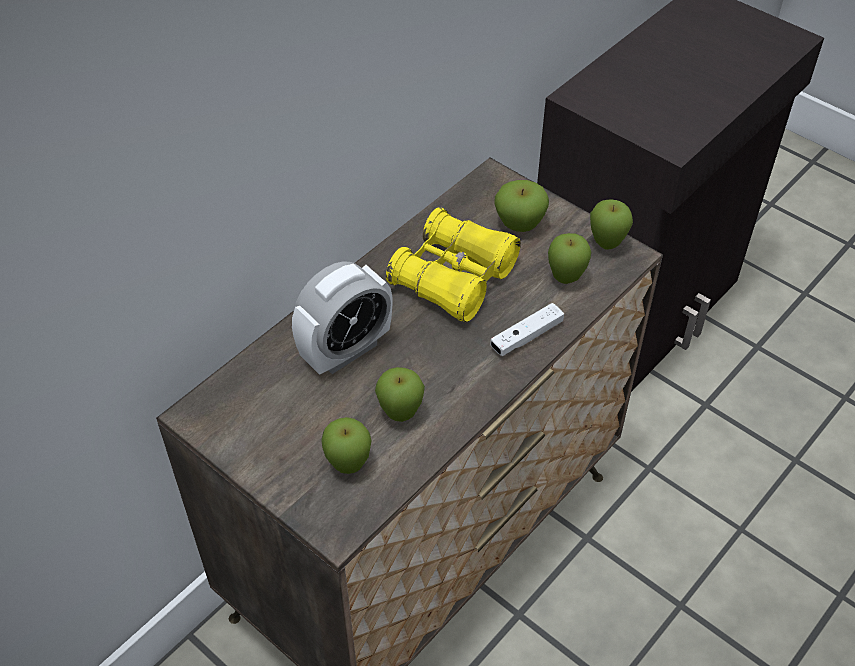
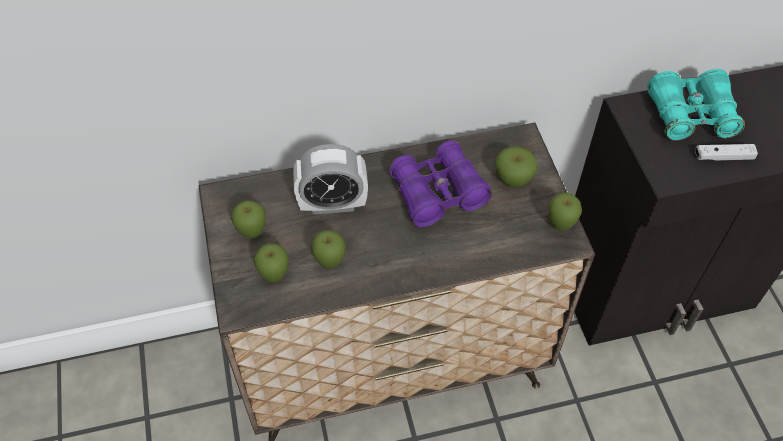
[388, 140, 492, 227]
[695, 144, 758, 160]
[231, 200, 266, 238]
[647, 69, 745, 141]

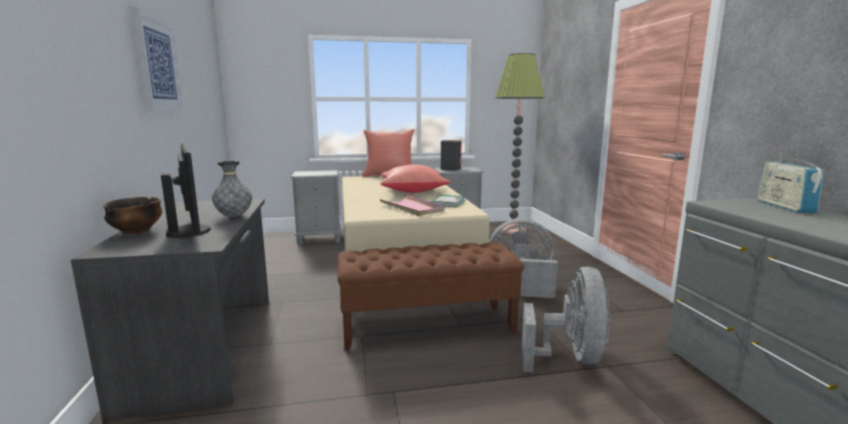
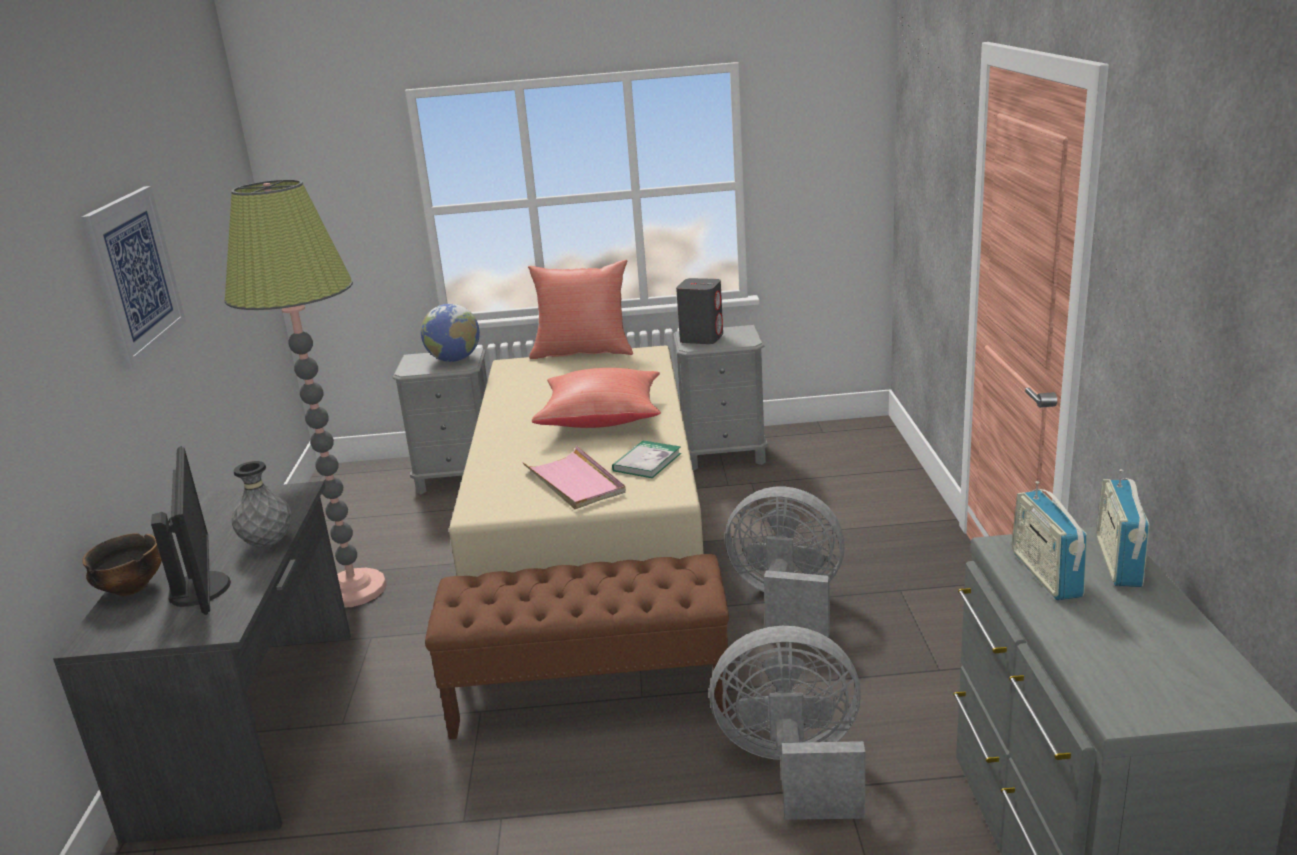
[224, 179, 387, 607]
[709, 626, 865, 820]
[421, 304, 480, 362]
[1012, 481, 1087, 600]

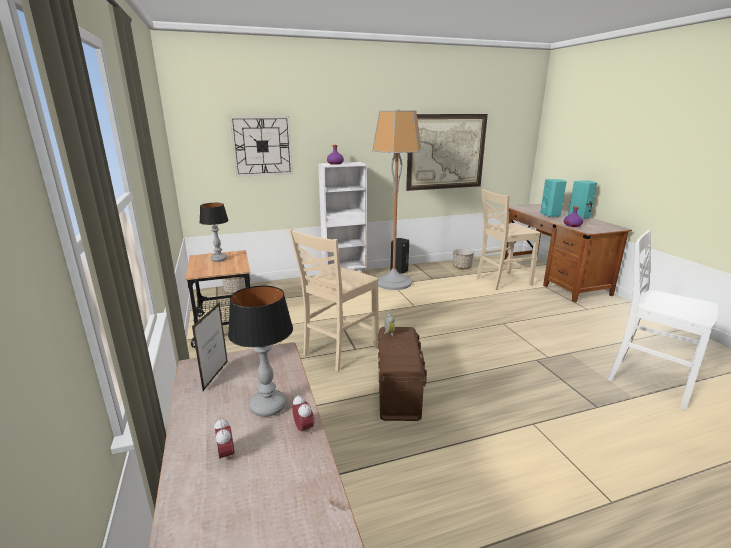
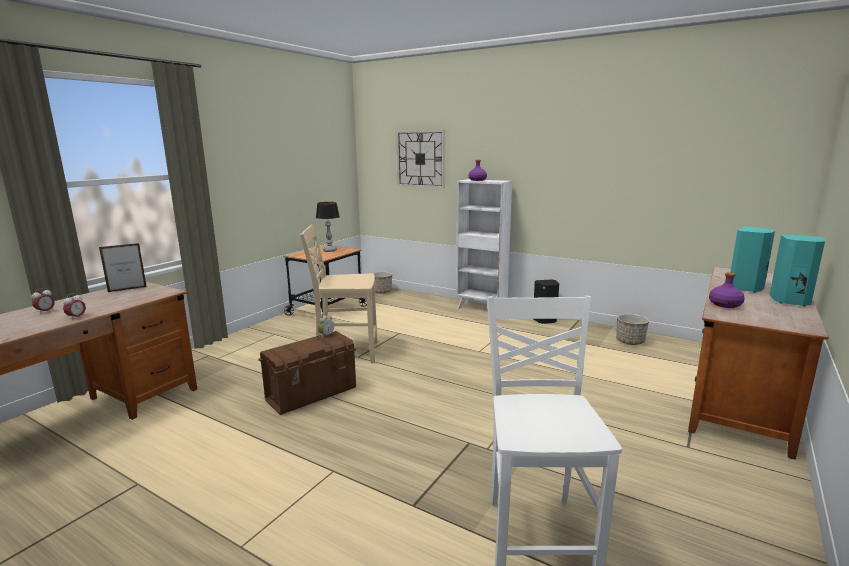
[228, 285, 293, 417] (first image)
[372, 110, 421, 290] (first image)
[406, 114, 488, 191] (first image)
[477, 189, 540, 290] (first image)

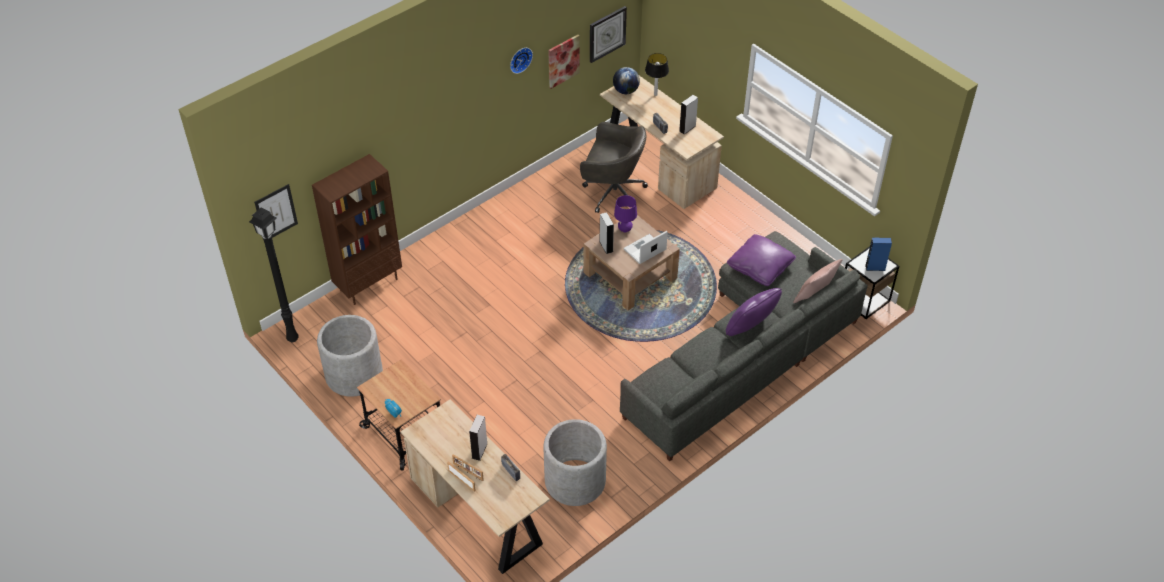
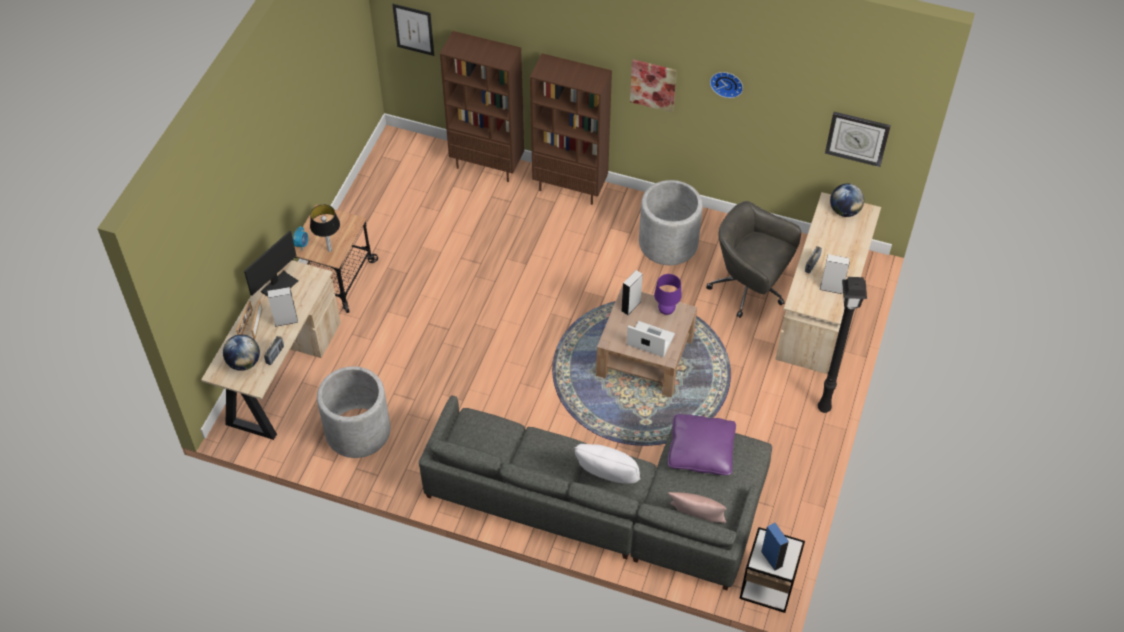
[818, 277, 867, 413]
[639, 180, 703, 265]
[630, 59, 677, 113]
[706, 201, 801, 318]
[310, 205, 340, 252]
[574, 444, 640, 484]
[223, 334, 260, 371]
[244, 231, 299, 297]
[530, 53, 612, 205]

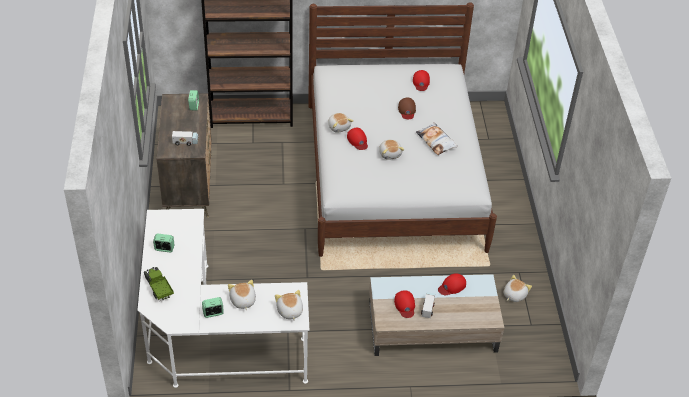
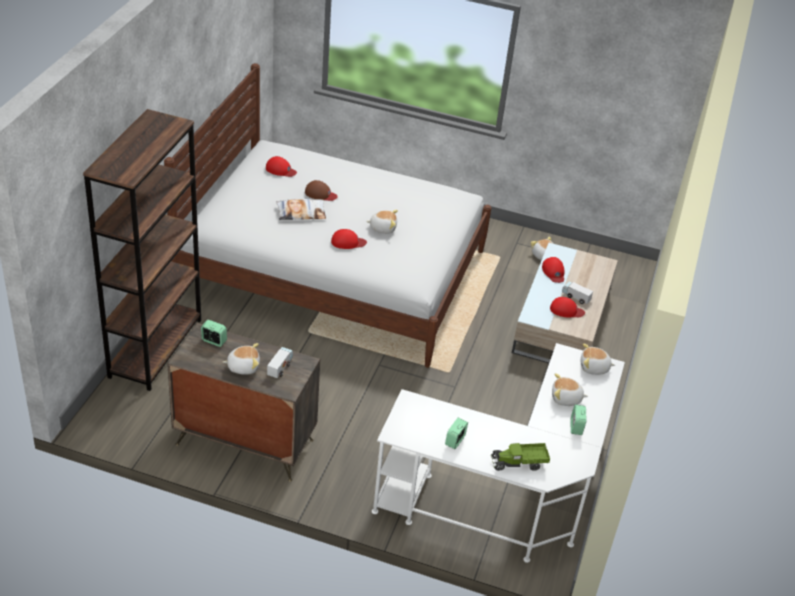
[223, 343, 260, 375]
[276, 199, 326, 220]

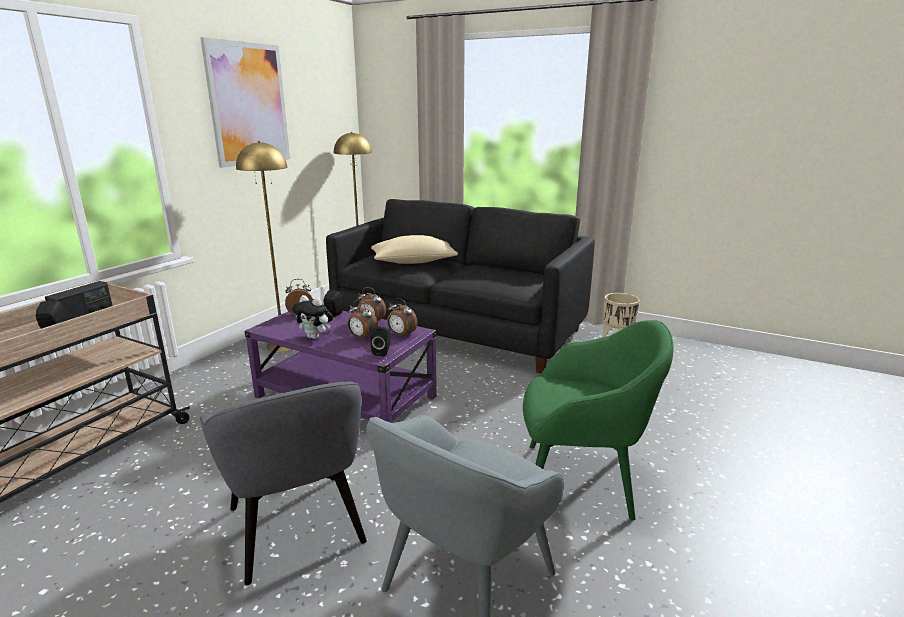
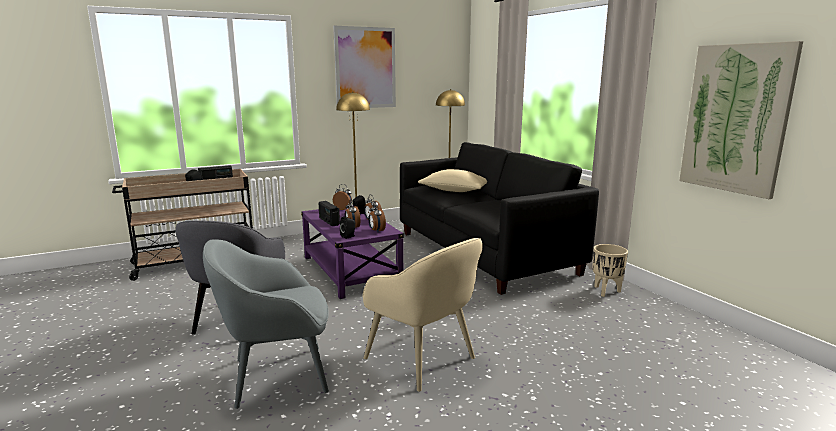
[319, 201, 340, 226]
[362, 238, 483, 392]
[679, 41, 803, 199]

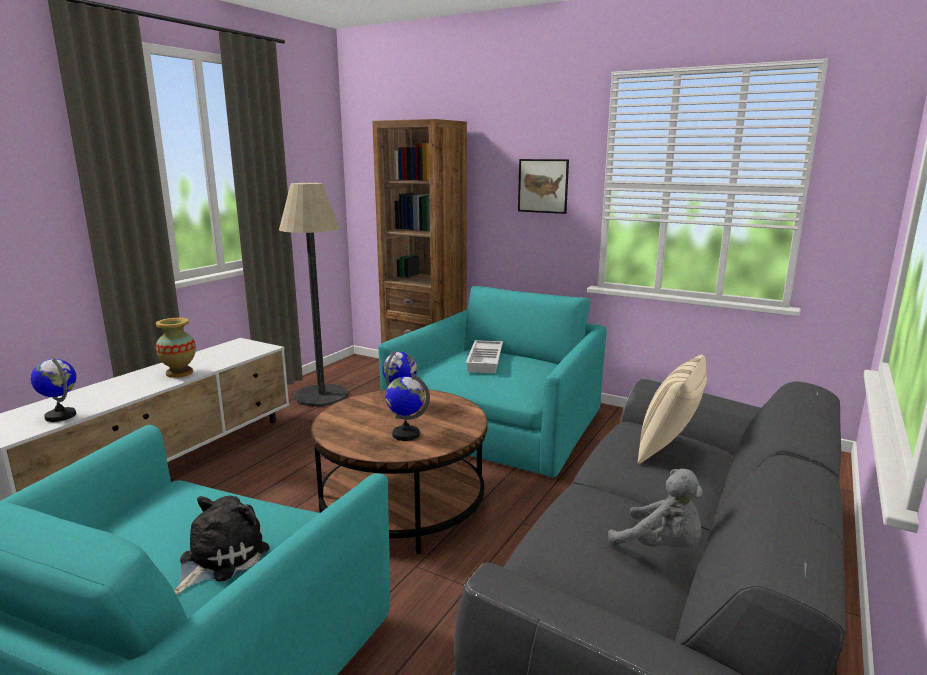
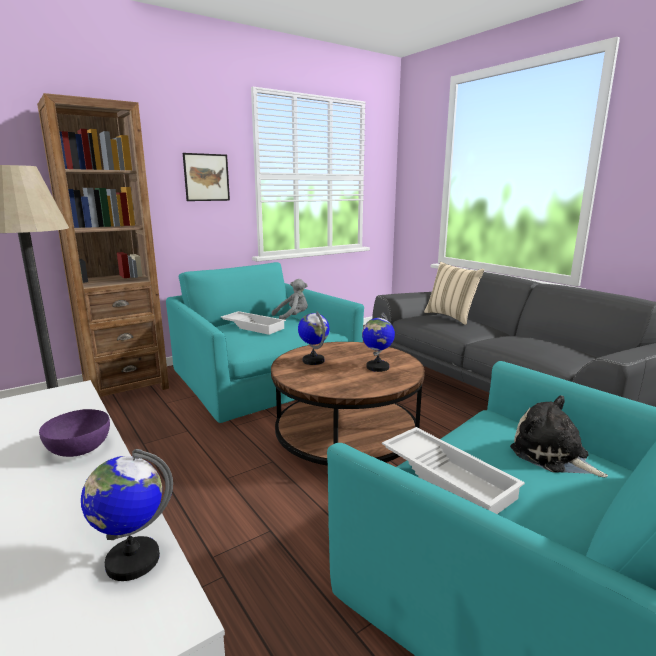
[39, 409, 110, 457]
[272, 279, 308, 320]
[382, 427, 525, 514]

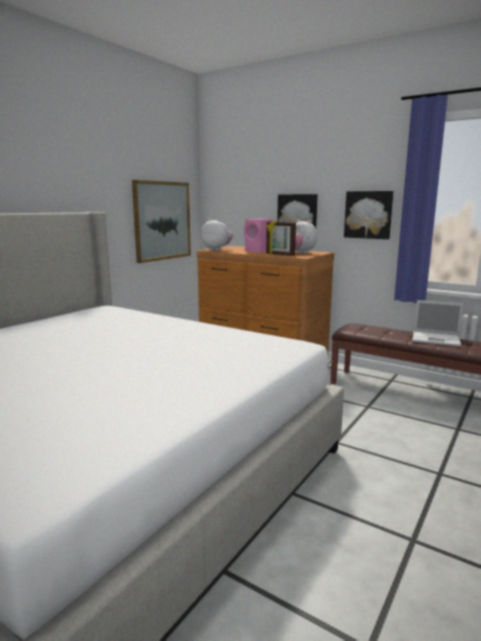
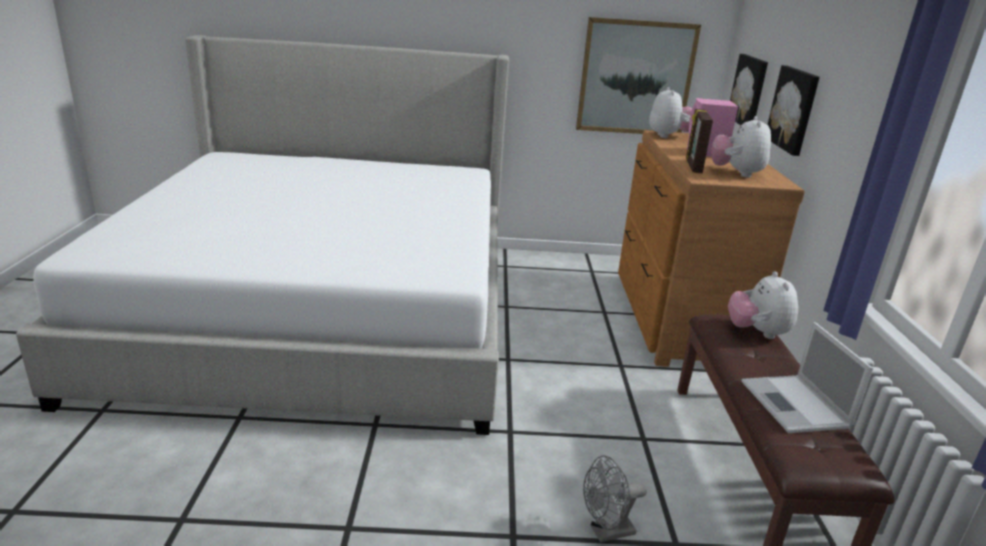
[730, 54, 768, 125]
[583, 455, 647, 542]
[728, 271, 798, 339]

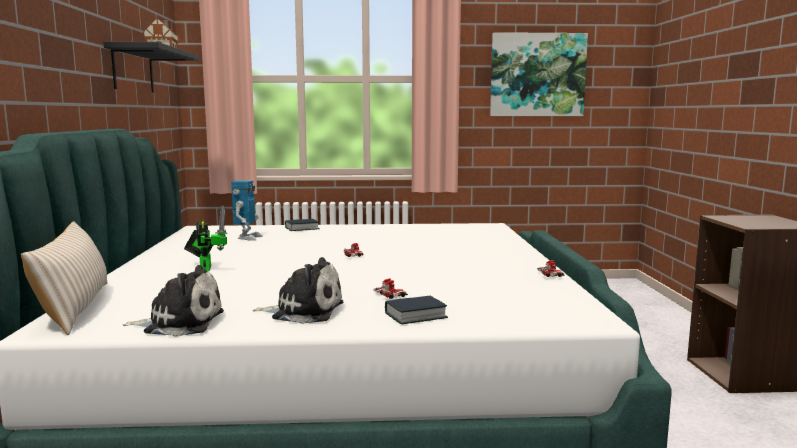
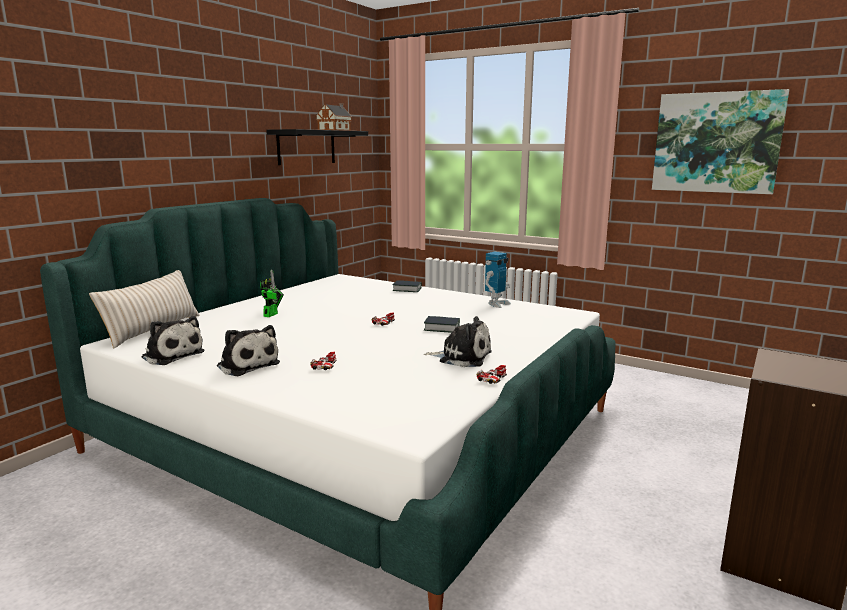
[485, 251, 511, 308]
[424, 316, 460, 333]
[424, 316, 492, 367]

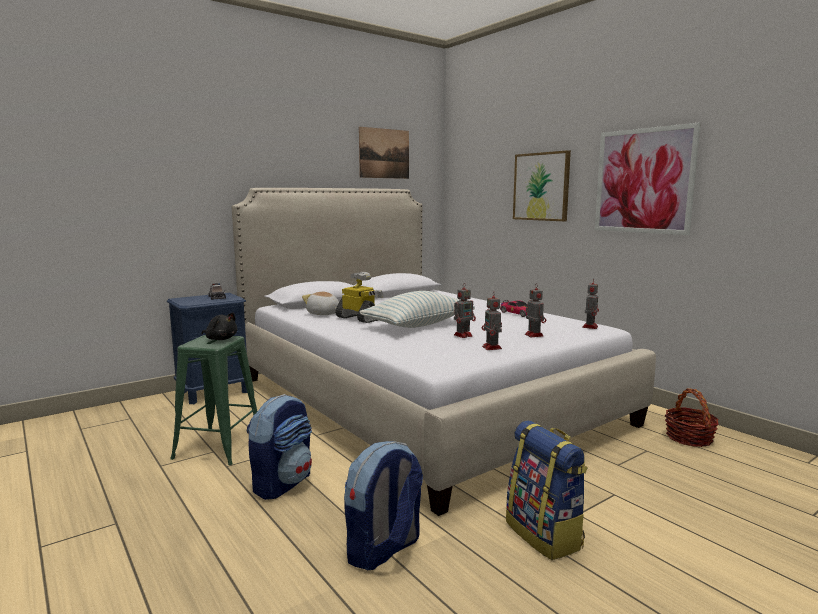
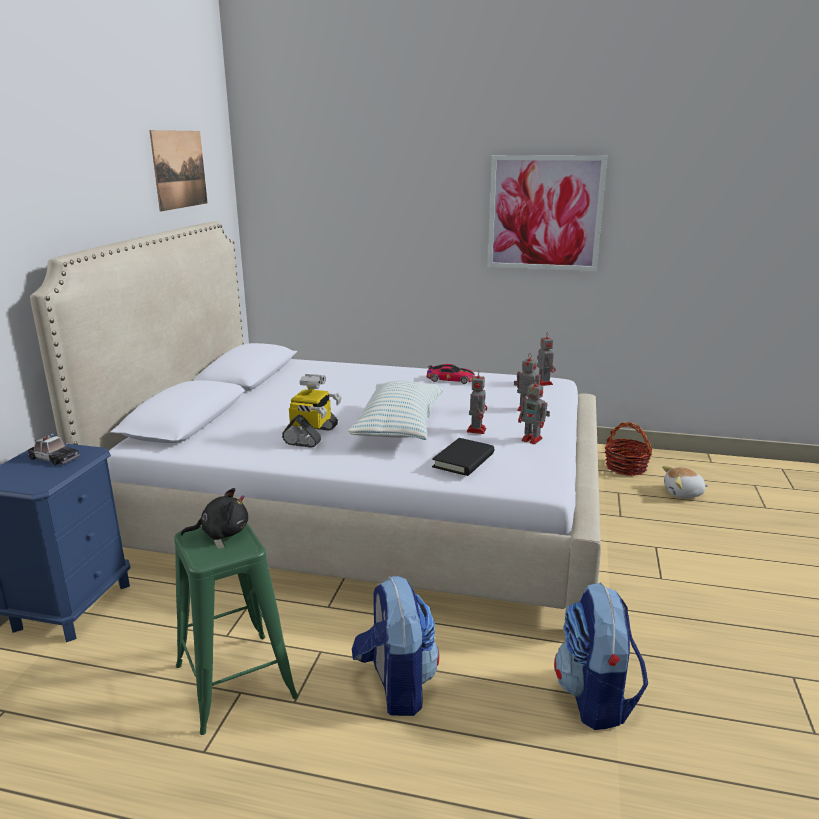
[662, 466, 709, 498]
[282, 374, 342, 448]
[506, 420, 588, 560] (first image)
[513, 150, 571, 221] (first image)
[432, 438, 494, 476]

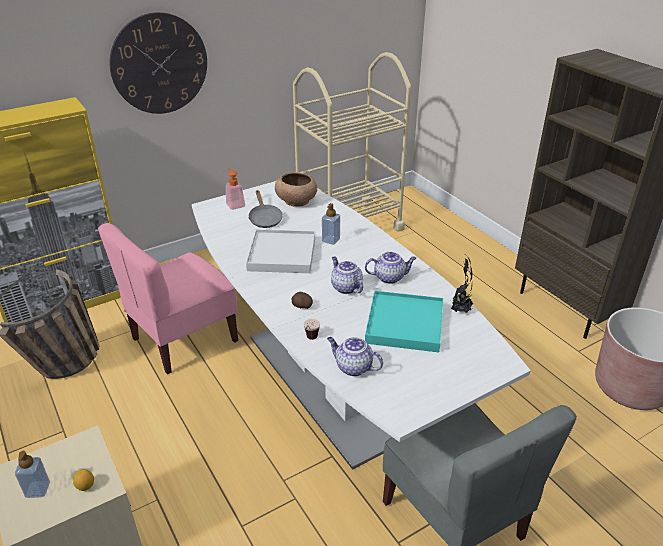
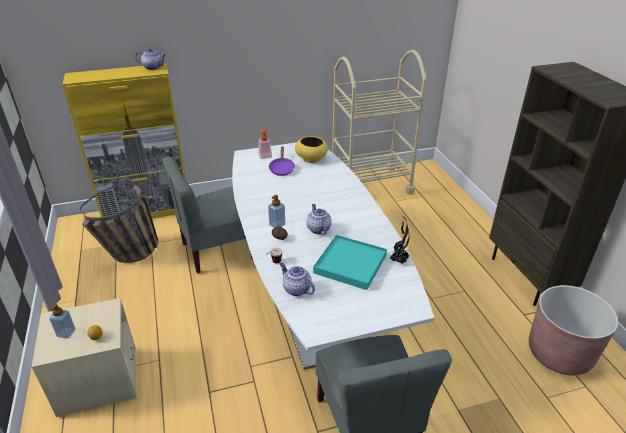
[162, 157, 253, 273]
[110, 12, 207, 114] (first image)
[246, 229, 315, 273] (first image)
[268, 146, 295, 176]
[295, 136, 328, 163]
[268, 195, 285, 228]
[135, 48, 166, 70]

